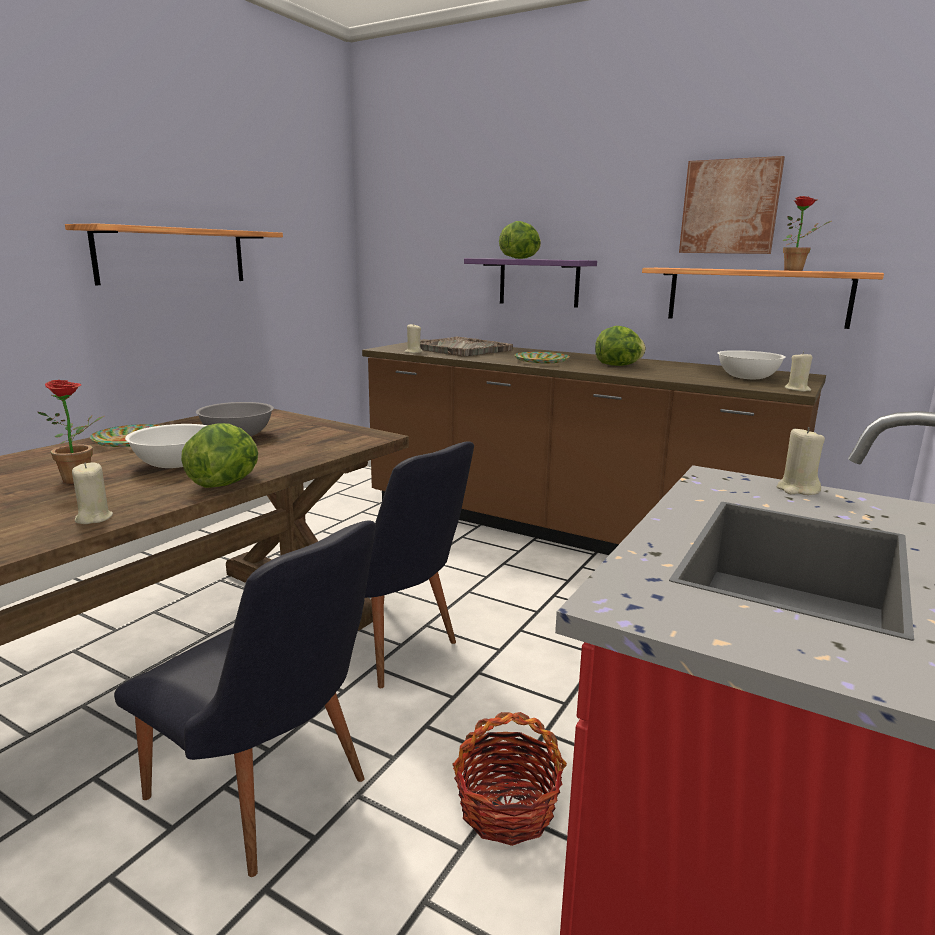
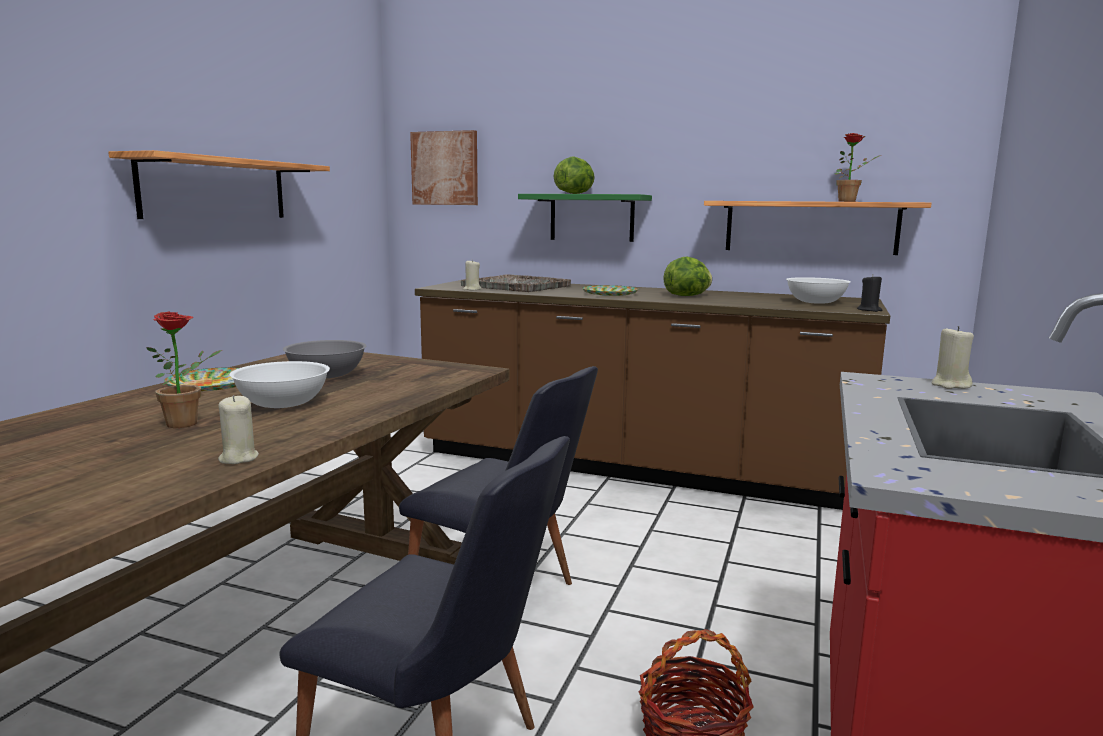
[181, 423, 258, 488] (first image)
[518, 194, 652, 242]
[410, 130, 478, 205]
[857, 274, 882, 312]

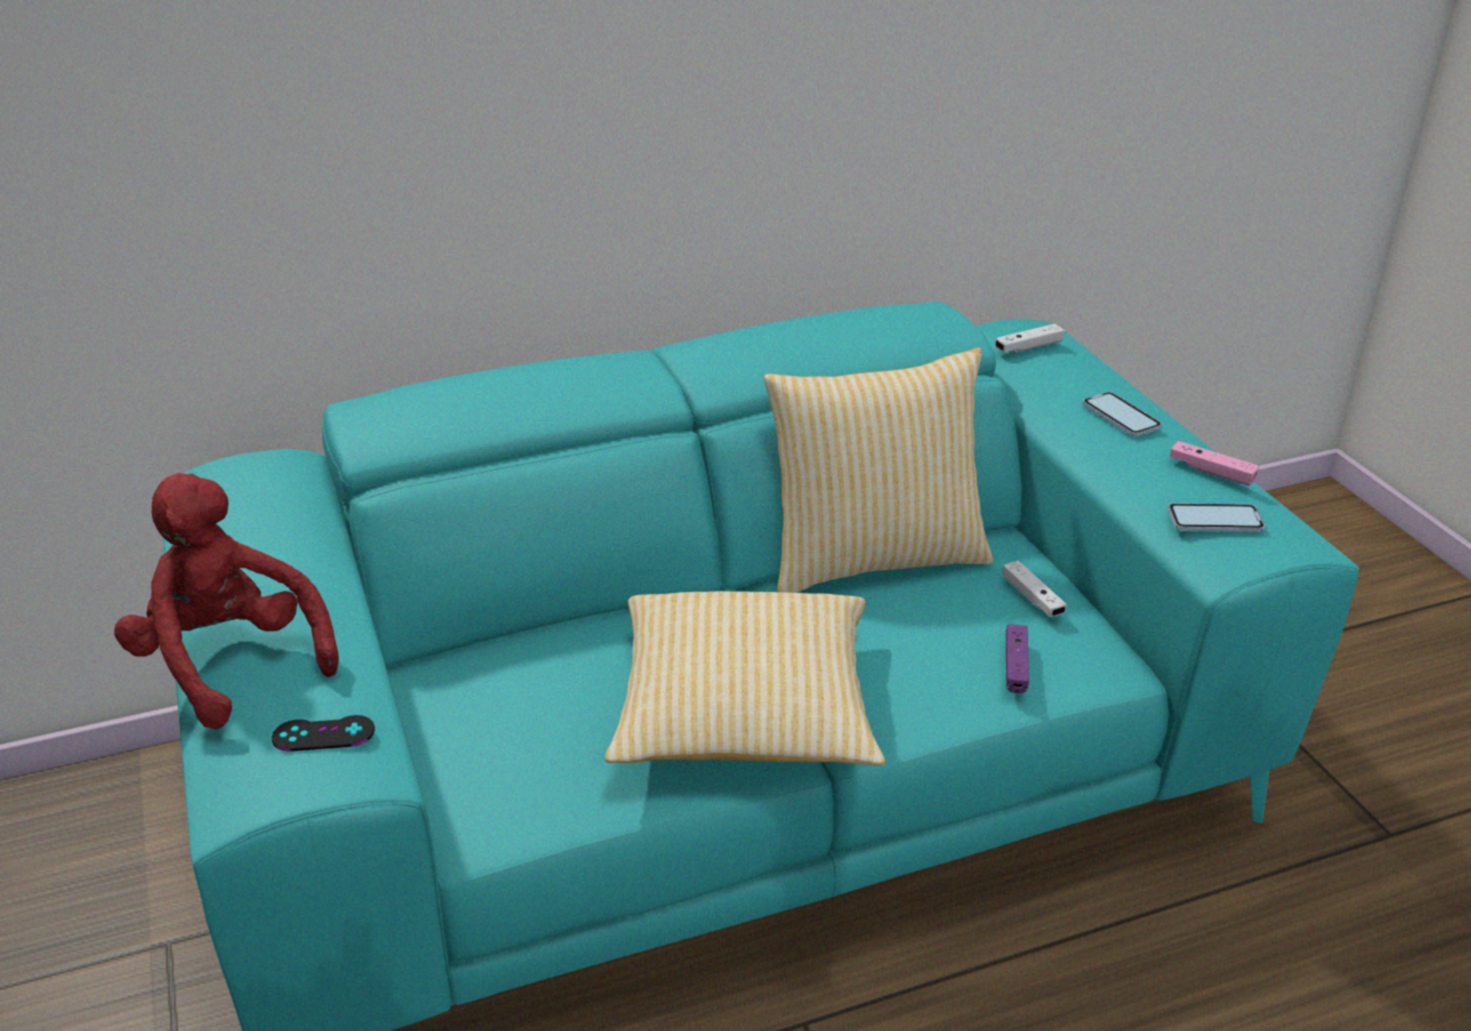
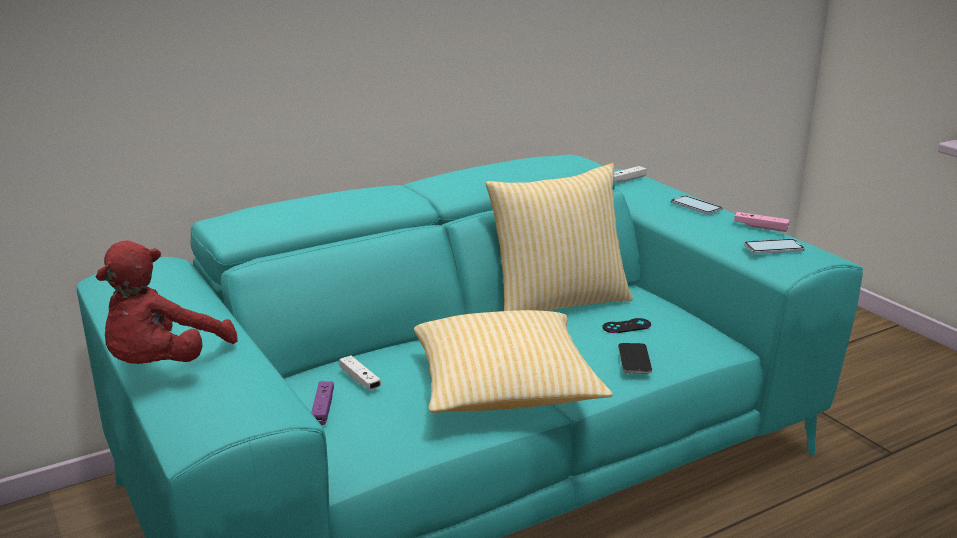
[96, 240, 238, 364]
[603, 318, 651, 333]
[339, 355, 381, 390]
[311, 381, 334, 425]
[618, 343, 652, 374]

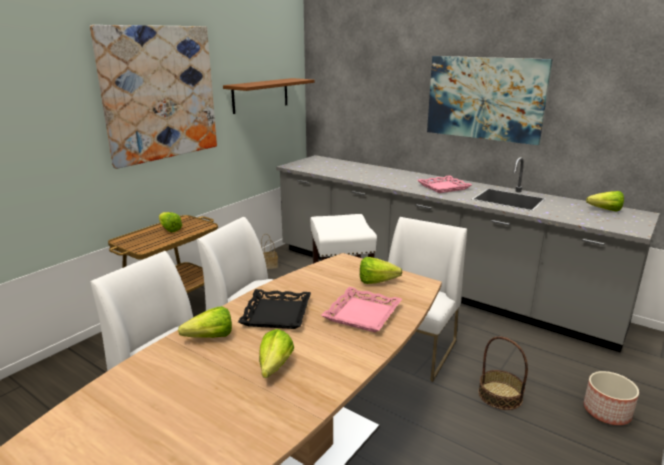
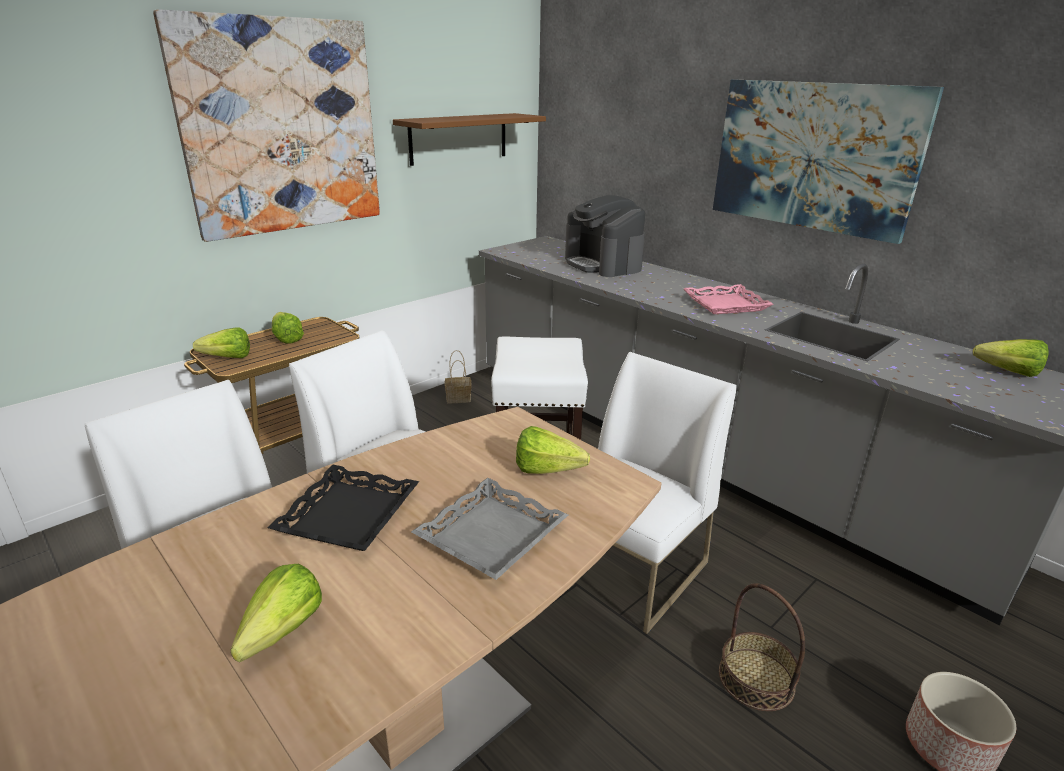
[193, 328, 250, 358]
[411, 478, 568, 580]
[565, 195, 645, 277]

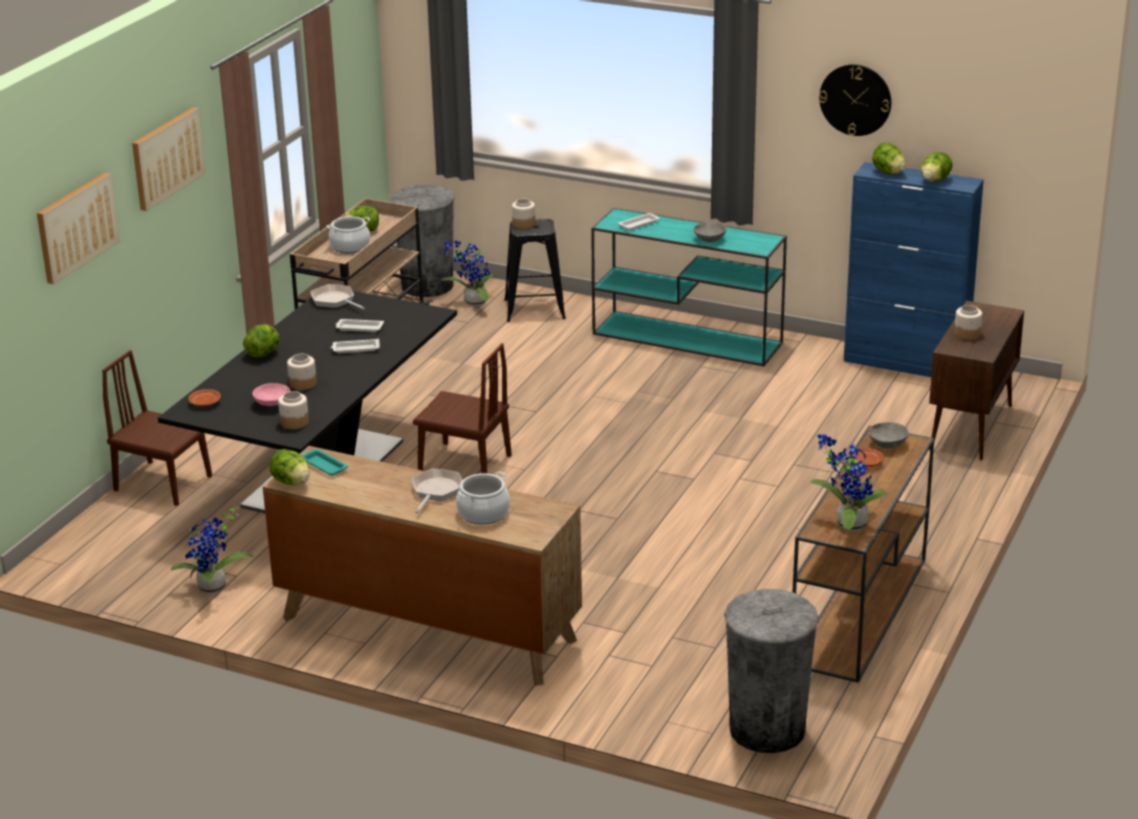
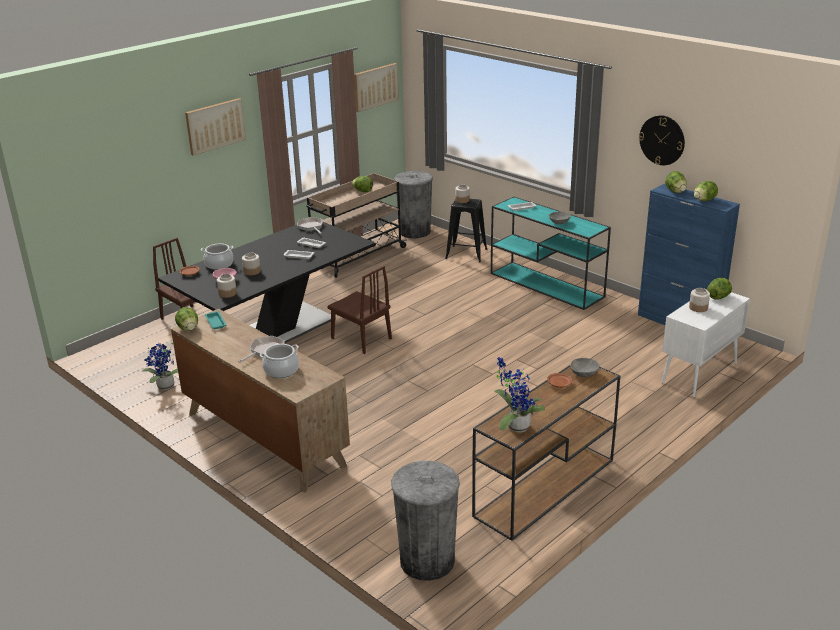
[354, 63, 399, 112]
[707, 278, 732, 300]
[201, 244, 233, 270]
[441, 240, 493, 306] (first image)
[662, 292, 750, 397]

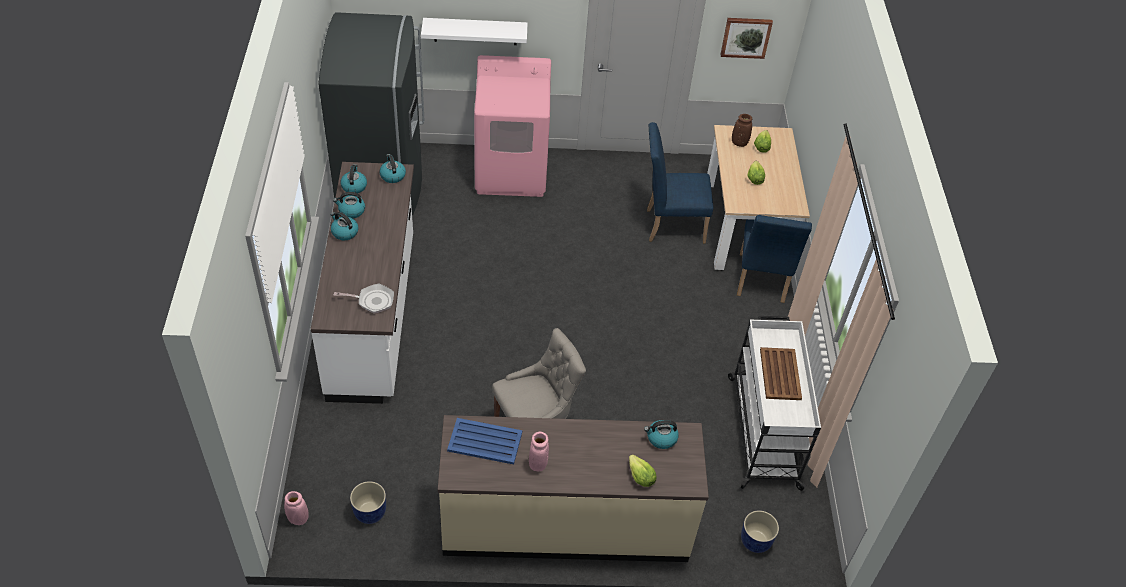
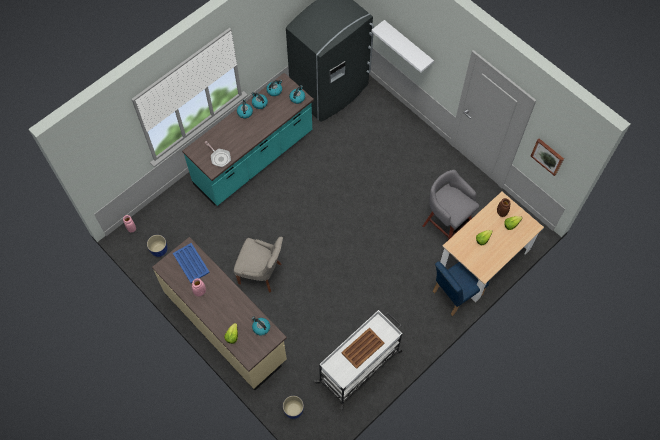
[182, 73, 314, 206]
[474, 55, 551, 197] (first image)
[423, 170, 479, 240]

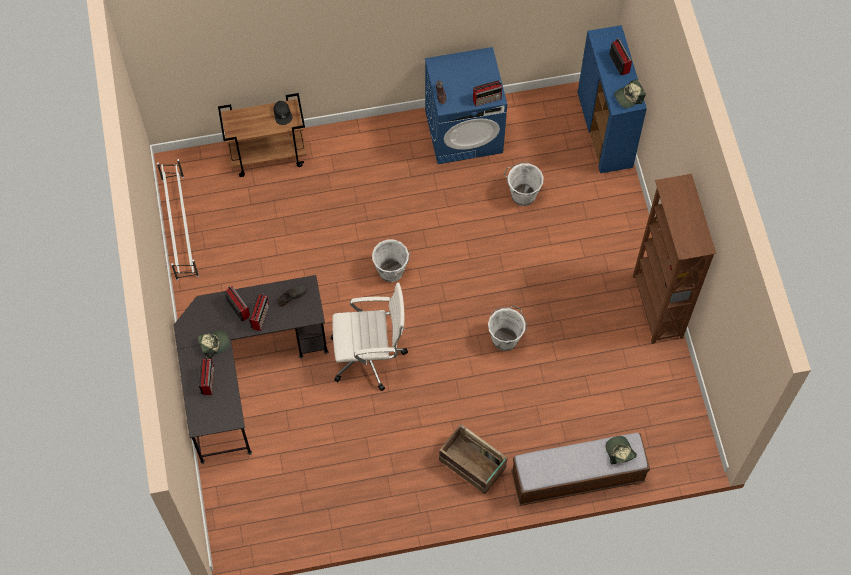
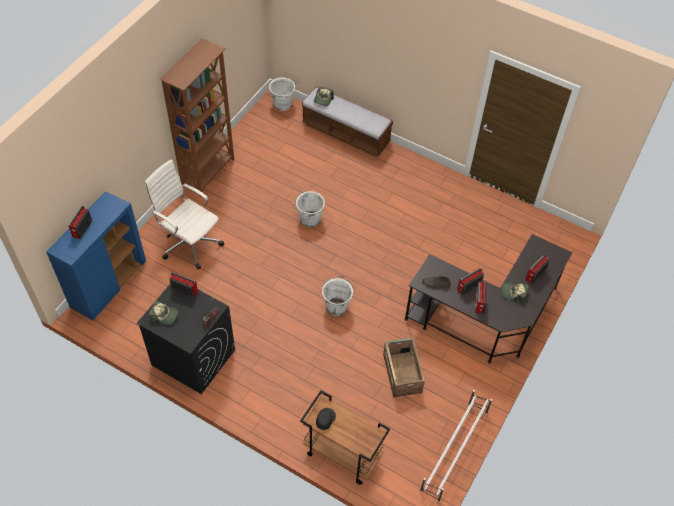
[145, 159, 224, 269]
[137, 284, 235, 394]
[383, 338, 425, 398]
[269, 77, 296, 111]
[149, 301, 179, 325]

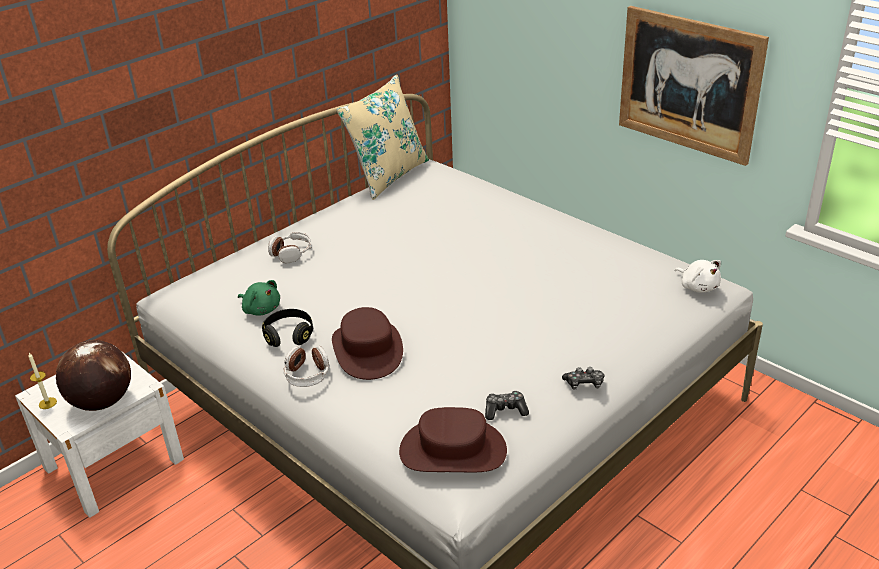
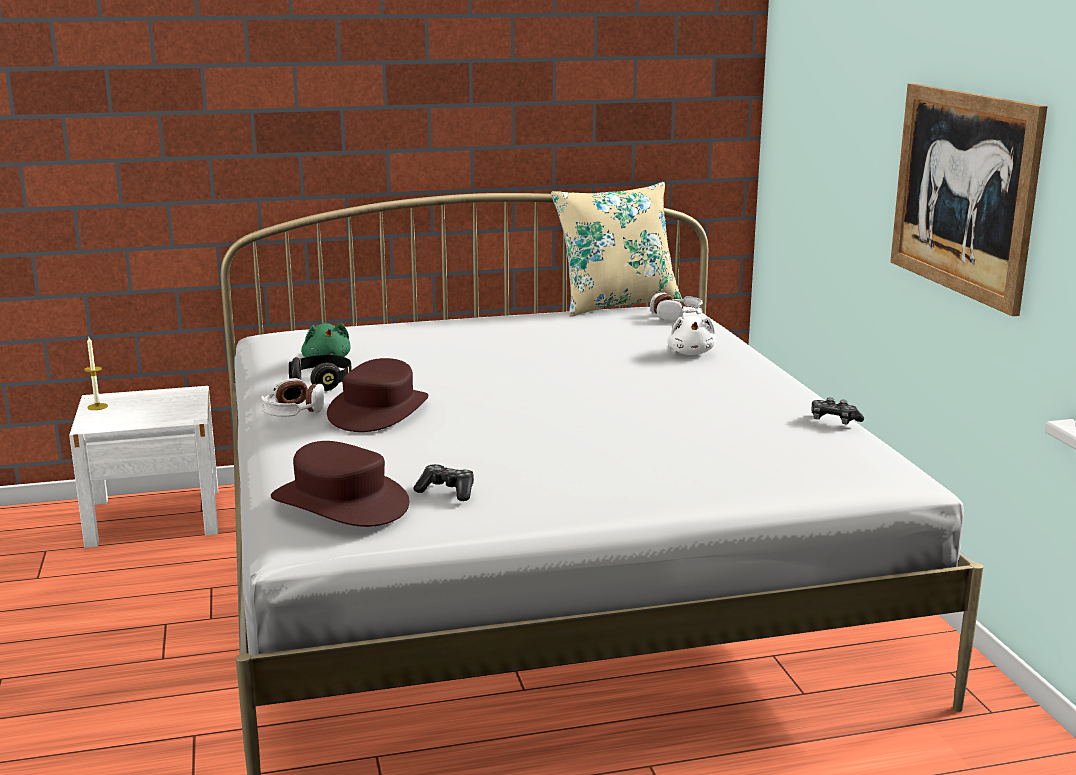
[56, 340, 131, 411] (first image)
[650, 292, 703, 321]
[812, 397, 864, 424]
[667, 316, 716, 355]

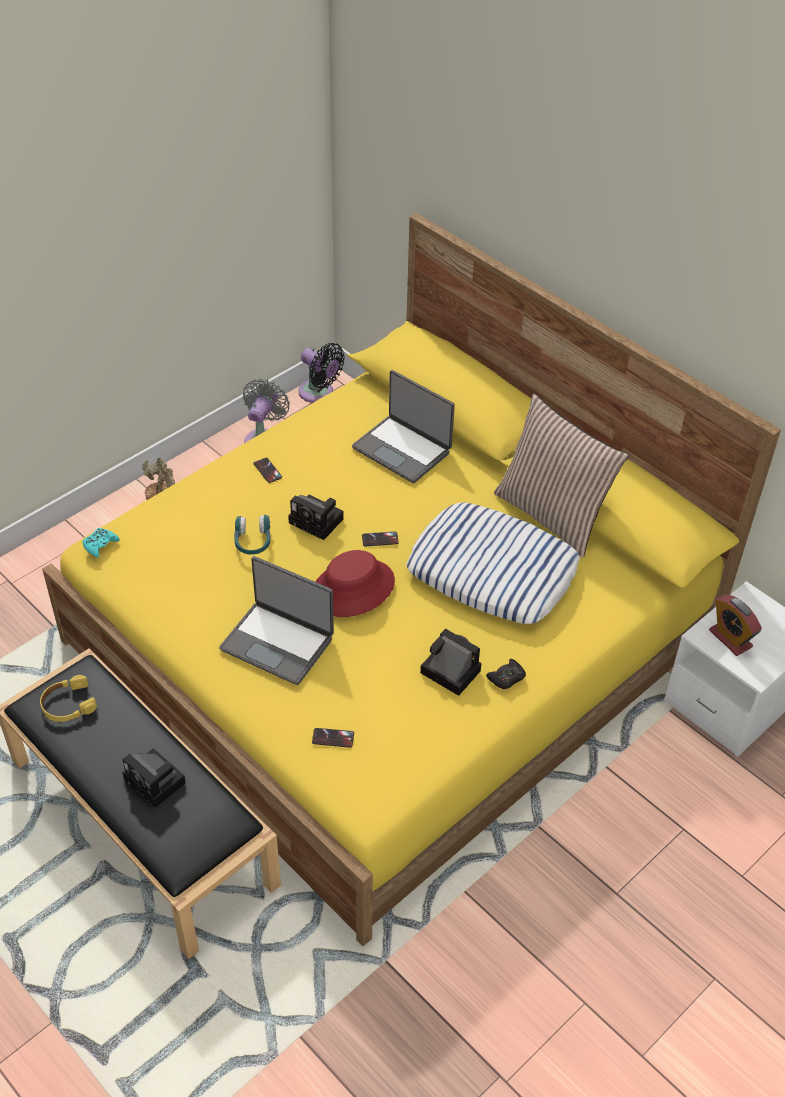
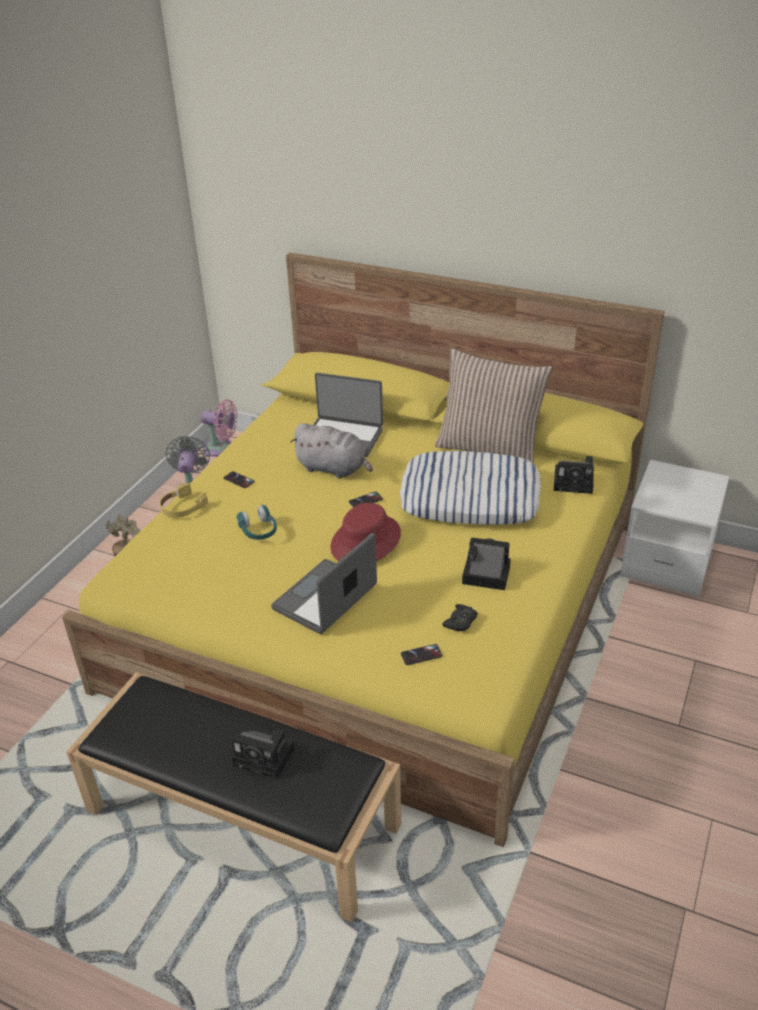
[160, 483, 208, 518]
[82, 528, 120, 558] (first image)
[271, 533, 377, 634]
[554, 456, 594, 494]
[201, 399, 238, 457]
[442, 604, 478, 631]
[709, 595, 762, 656] (first image)
[290, 423, 373, 479]

